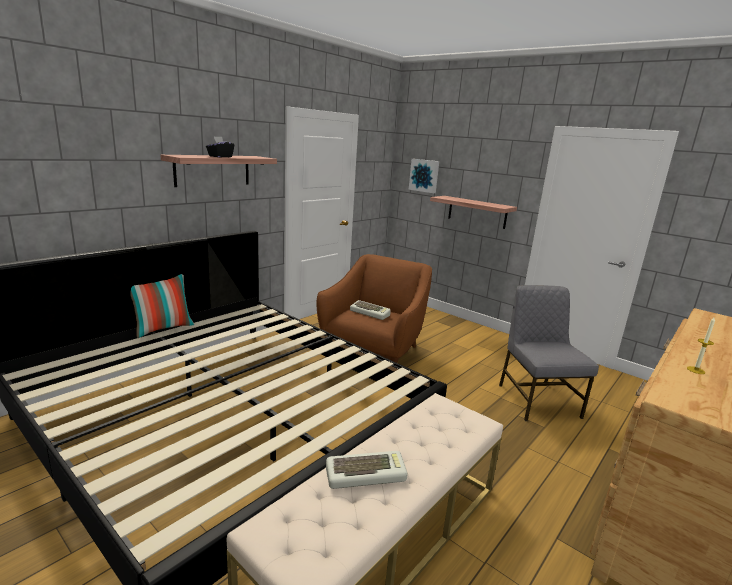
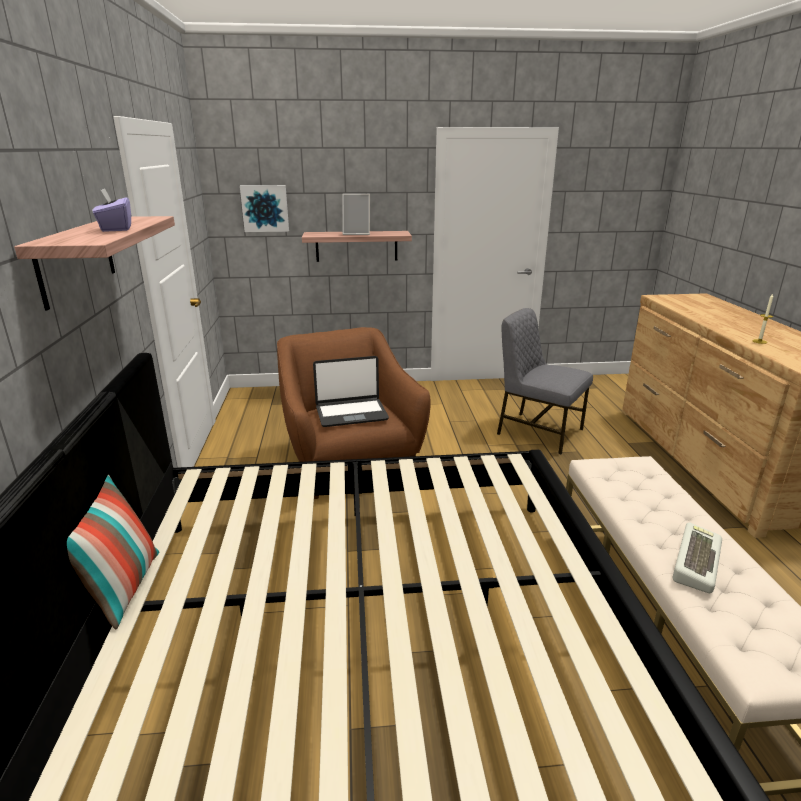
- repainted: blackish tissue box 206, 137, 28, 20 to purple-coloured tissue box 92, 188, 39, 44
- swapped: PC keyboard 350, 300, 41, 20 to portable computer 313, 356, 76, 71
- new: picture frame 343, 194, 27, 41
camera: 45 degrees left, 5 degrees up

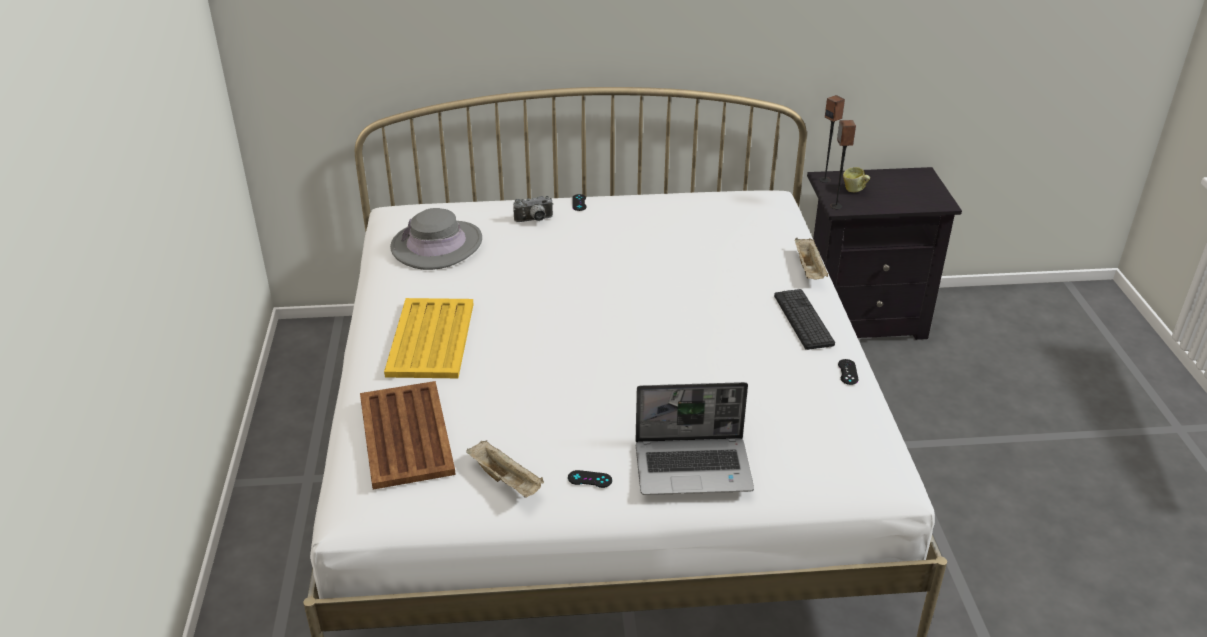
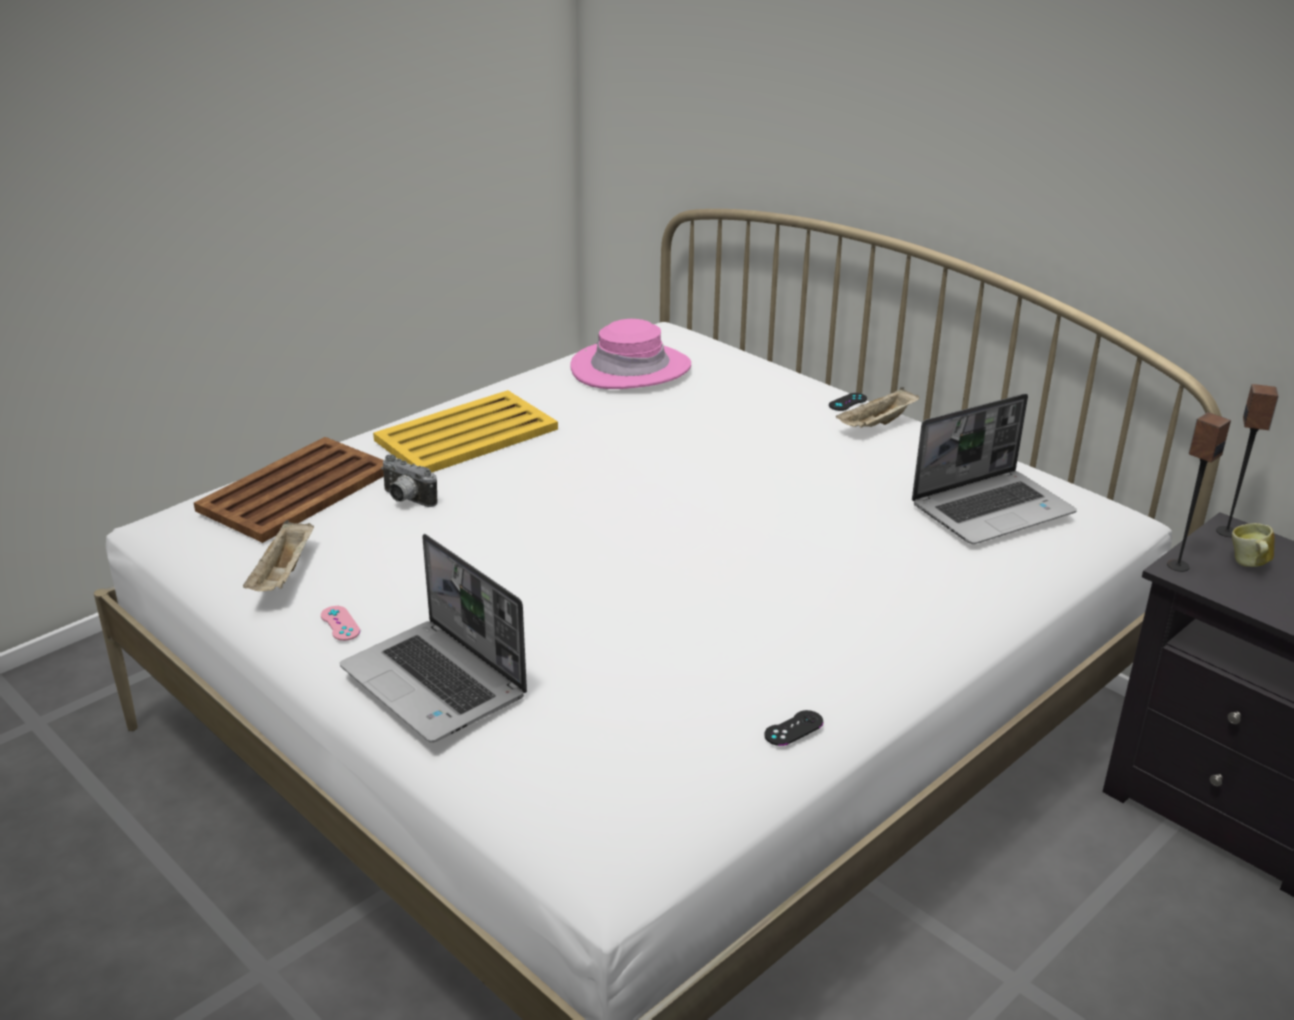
- shifted: still camera 513, 196, 40, 26 to 381, 454, 56, 53
- repainted: gray clothing hat 390, 208, 92, 62 to pinkish clothing hat 570, 319, 121, 70
- shifted: beige tray 795, 237, 34, 42 to 836, 387, 83, 41
- gone: PC keyboard 774, 289, 61, 61
- repainted: blackish game controller 568, 470, 44, 18 to pinkish game controller 321, 606, 39, 35
- new: portable computer 912, 393, 165, 151
camera: 50 degrees right, 5 degrees down

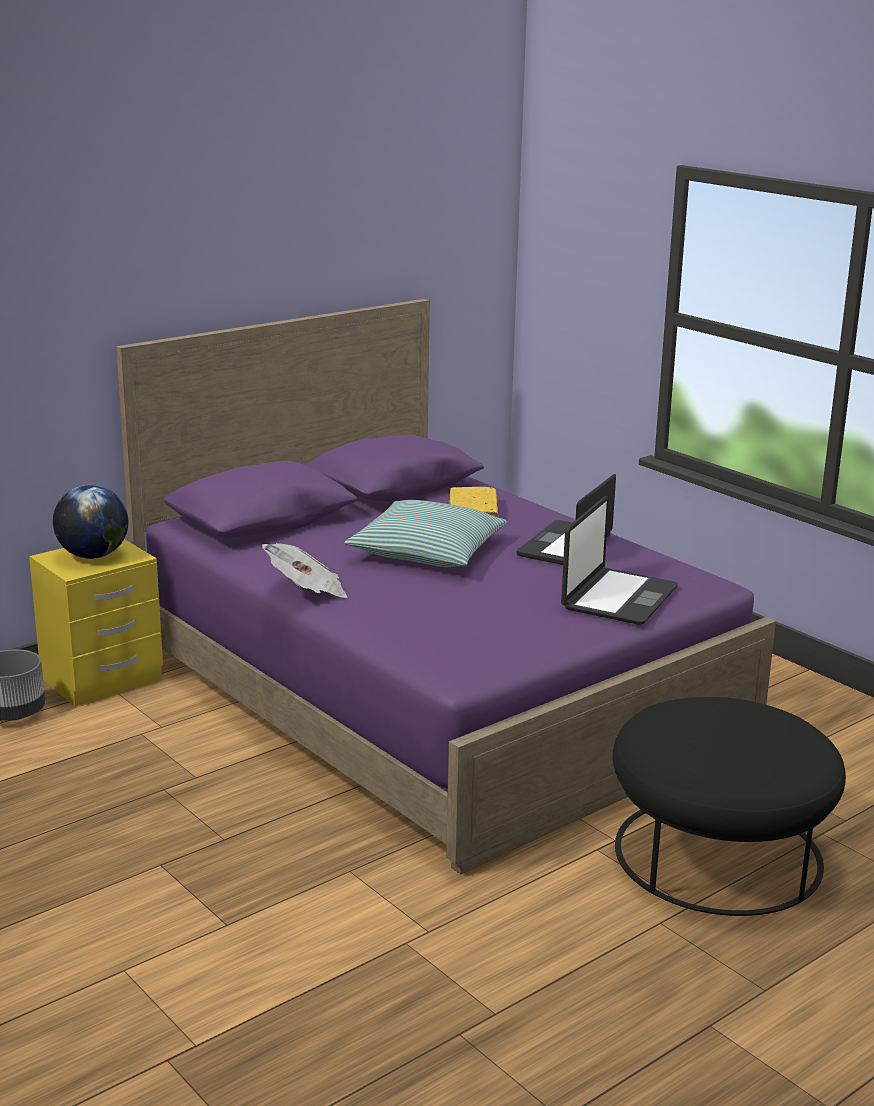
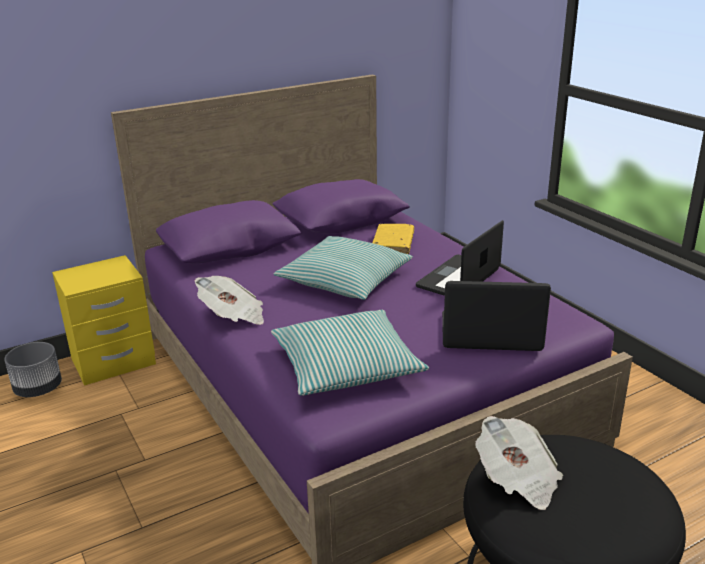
- gone: desk globe 53, 485, 75, 74
- rotated: portable computer 561, 496, 117, 129 = 442, 281, 109, 70 120 degrees counterclockwise
- new: throw pillow 271, 310, 158, 86
- new: daily paper 475, 416, 88, 94
camera: 10 degrees right, 5 degrees up

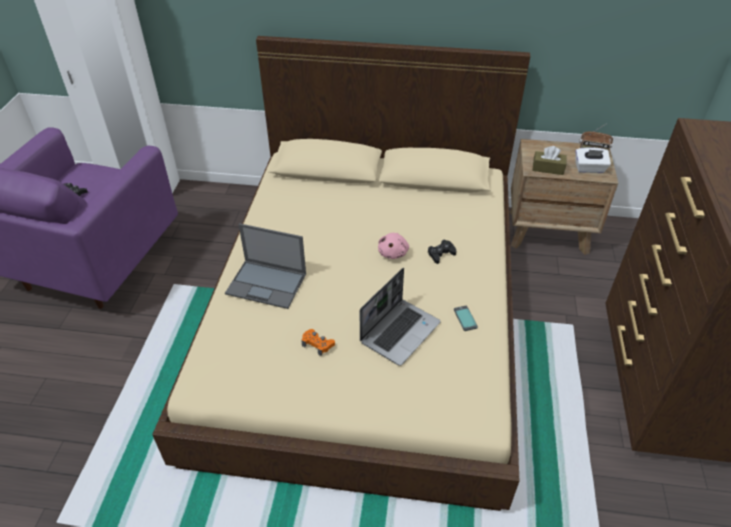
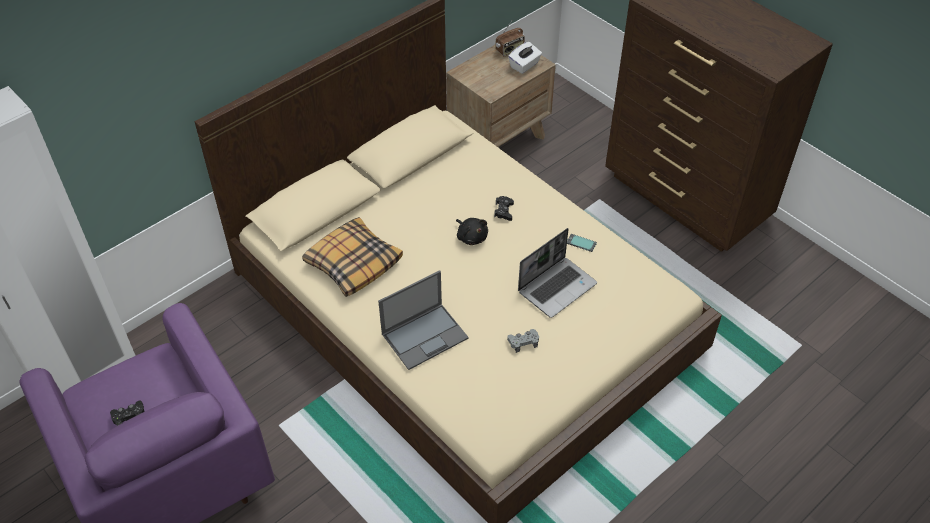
- gone: brown tissue box 532, 146, 35, 29
- repainted: pinkish plush toy 378, 233, 31, 26 to blackish plush toy 456, 218, 32, 27
- rotated: portable computer 360, 268, 81, 98 = 518, 228, 79, 90 60 degrees clockwise
- repainted: orangey game controller 301, 329, 34, 27 to gray game controller 507, 329, 32, 24
- new: throw pillow 302, 217, 101, 80
camera: 50 degrees left, 5 degrees up

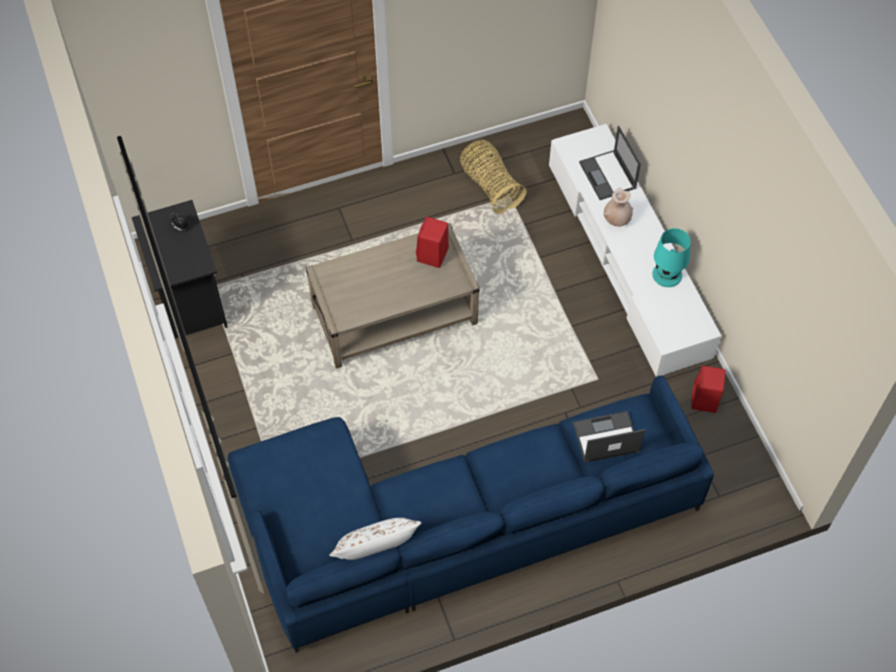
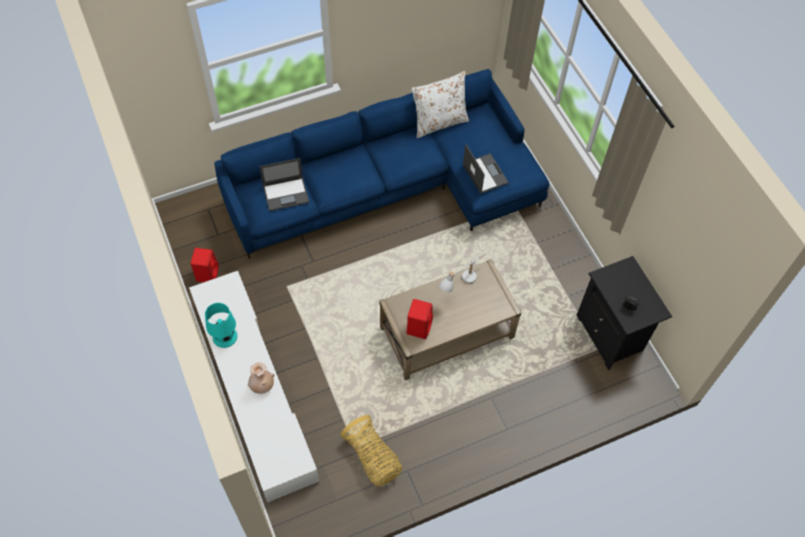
- shifted: portable computer 579, 126, 62, 74 to 463, 144, 46, 50
- new: whitish lamp for a table 439, 254, 47, 38
camera: 175 degrees right, 0 degrees up

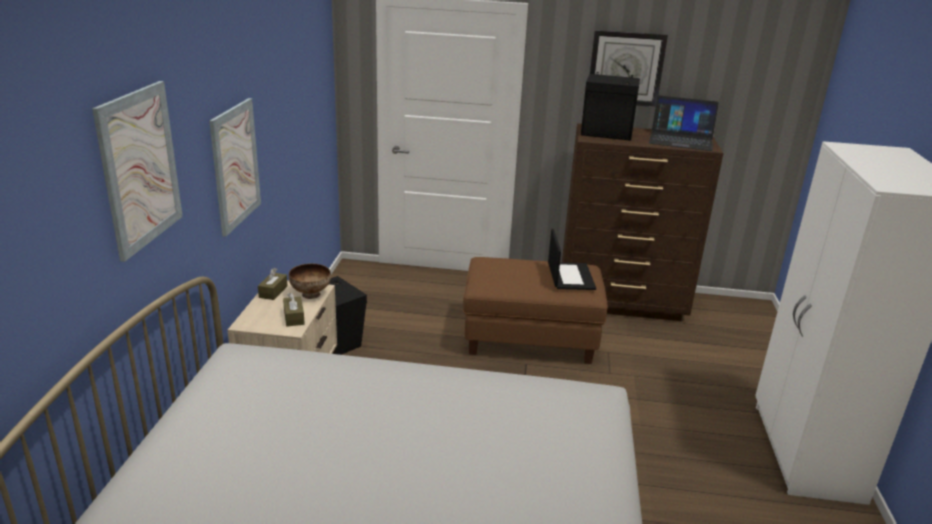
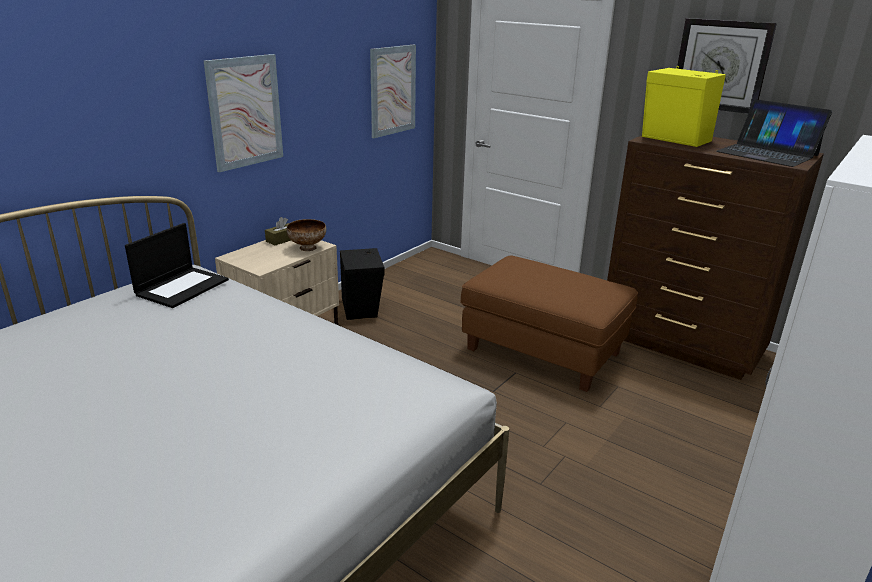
- repainted: blackish loudspeaker 581, 72, 59, 69 to yellowish loudspeaker 642, 66, 84, 81
- shifted: picture 92, 81, 91, 181 to 370, 45, 46, 93
- shifted: portable computer 548, 229, 48, 61 to 125, 223, 104, 85
- gone: brown tissue box 283, 292, 22, 35
camera: 30 degrees right, 0 degrees up

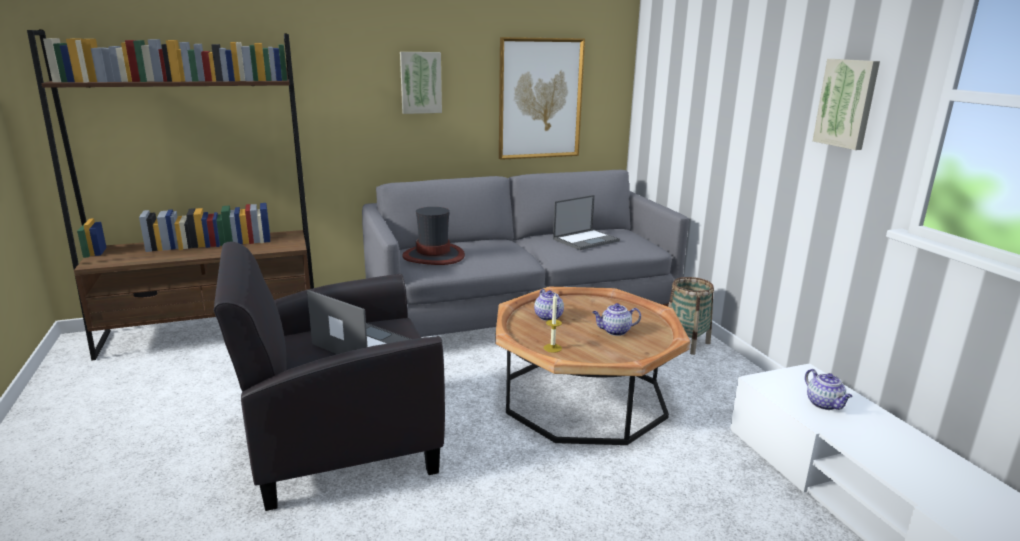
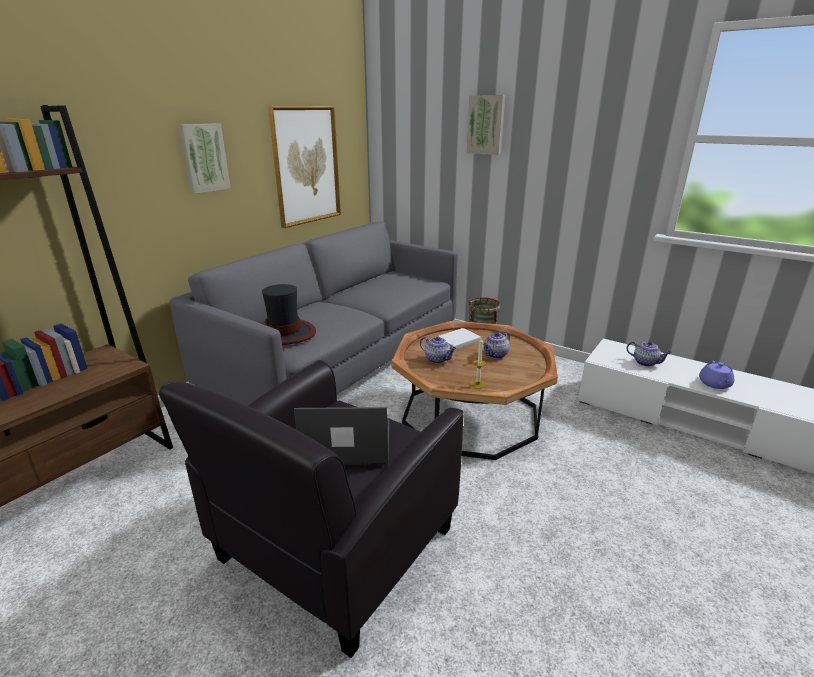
- shifted: picture 813, 59, 67, 91 to 467, 95, 38, 60
- gone: portable computer 553, 195, 67, 55
- new: whitish bound book 437, 328, 44, 22
- new: purple-coloured pot for tea 699, 360, 35, 29
camera: 35 degrees left, 5 degrees up

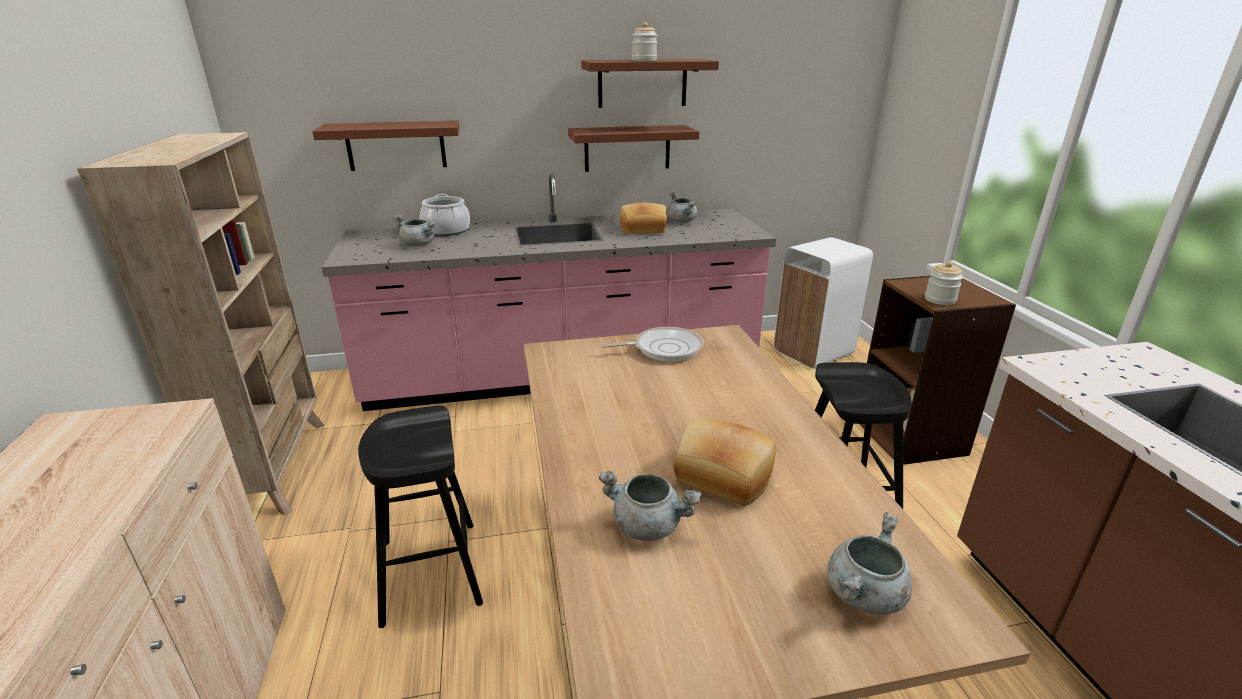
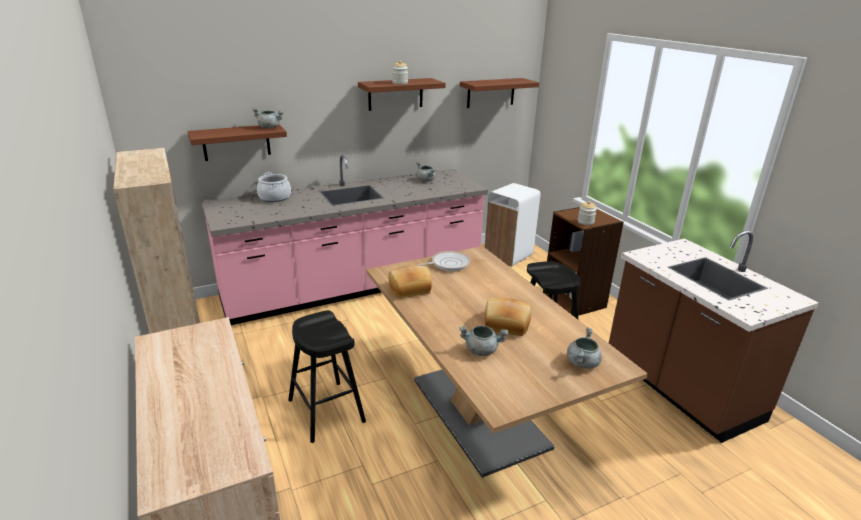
- shifted: brown shelf 568, 125, 131, 47 to 460, 78, 79, 30
- shifted: bread 620, 202, 47, 32 to 388, 266, 44, 32
- shifted: gray saucepot 393, 214, 43, 33 to 252, 107, 32, 21
camera: 15 degrees left, 0 degrees up

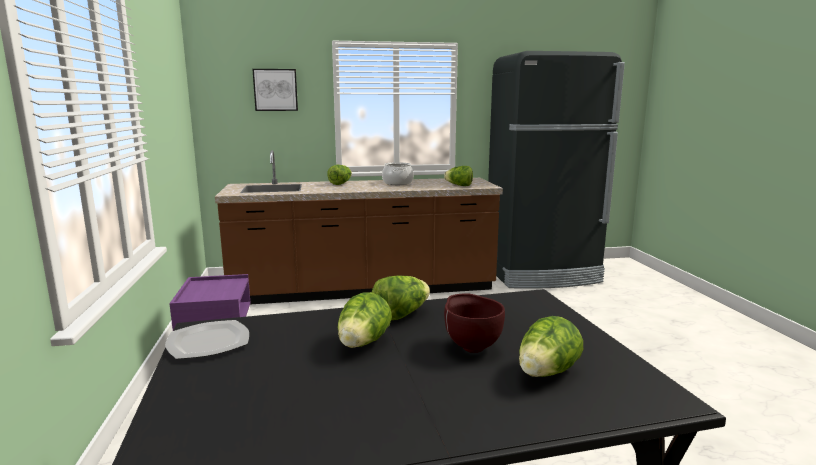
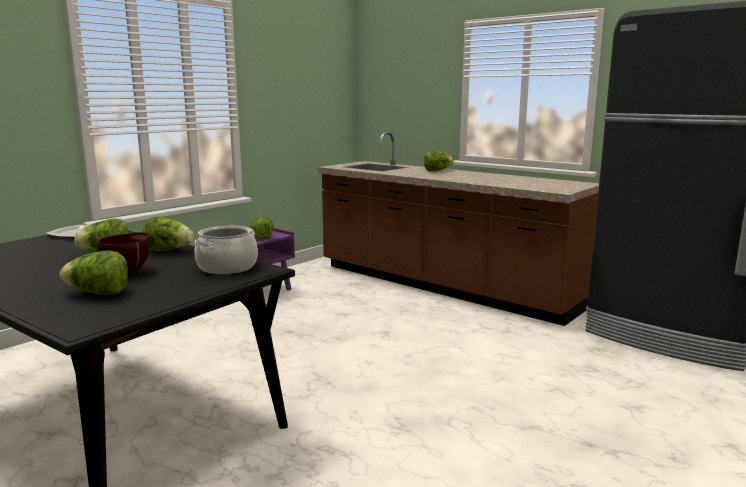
- gone: picture 253, 69, 45, 42
- shifted: saucepot 382, 162, 32, 23 to 194, 226, 64, 48
- shifted: head of lettuce 444, 166, 29, 20 to 250, 217, 23, 22
camera: 50 degrees right, 0 degrees up

